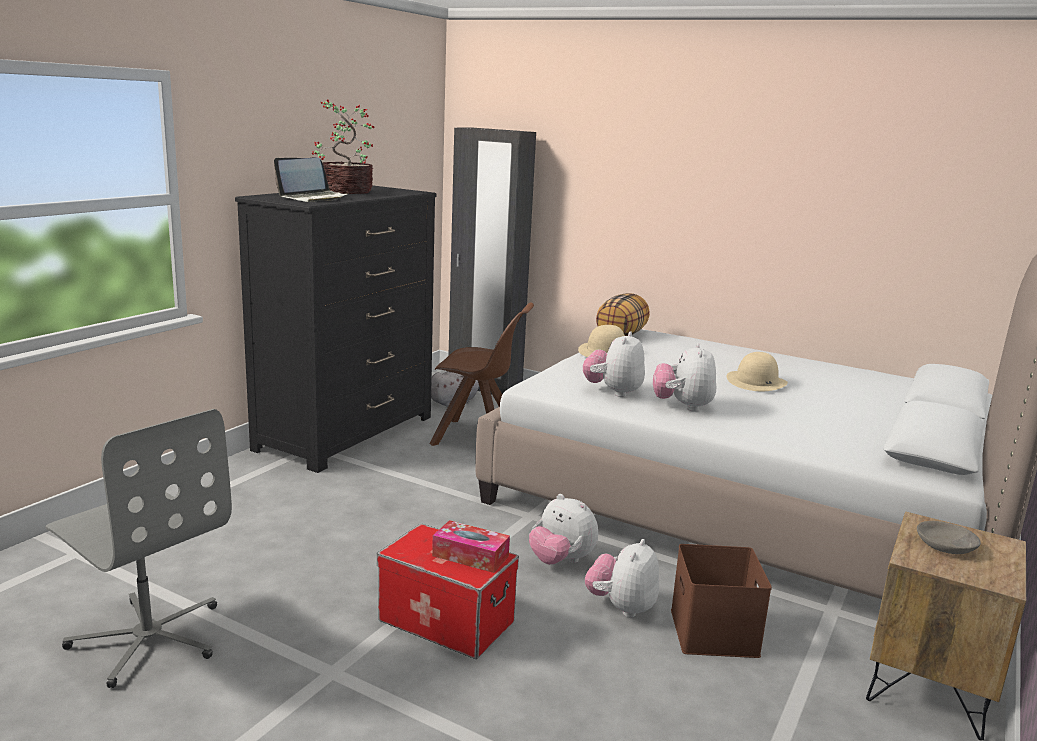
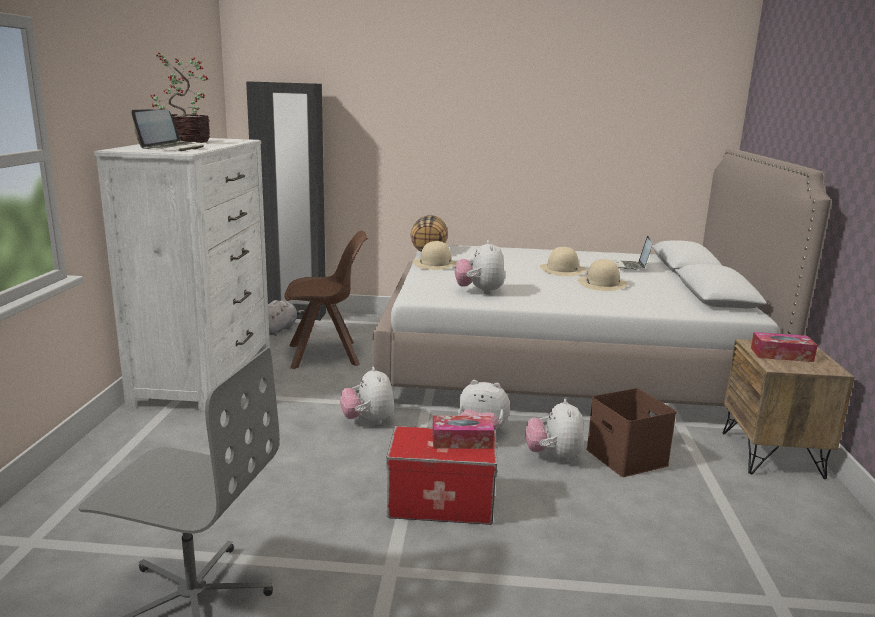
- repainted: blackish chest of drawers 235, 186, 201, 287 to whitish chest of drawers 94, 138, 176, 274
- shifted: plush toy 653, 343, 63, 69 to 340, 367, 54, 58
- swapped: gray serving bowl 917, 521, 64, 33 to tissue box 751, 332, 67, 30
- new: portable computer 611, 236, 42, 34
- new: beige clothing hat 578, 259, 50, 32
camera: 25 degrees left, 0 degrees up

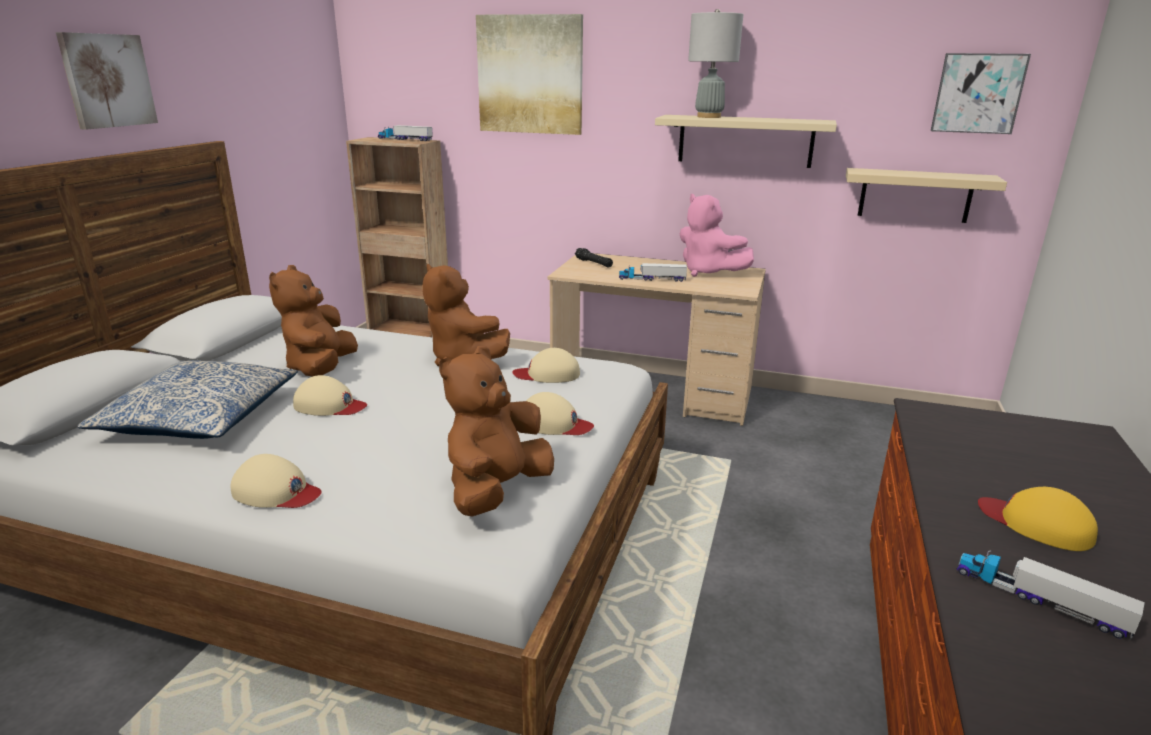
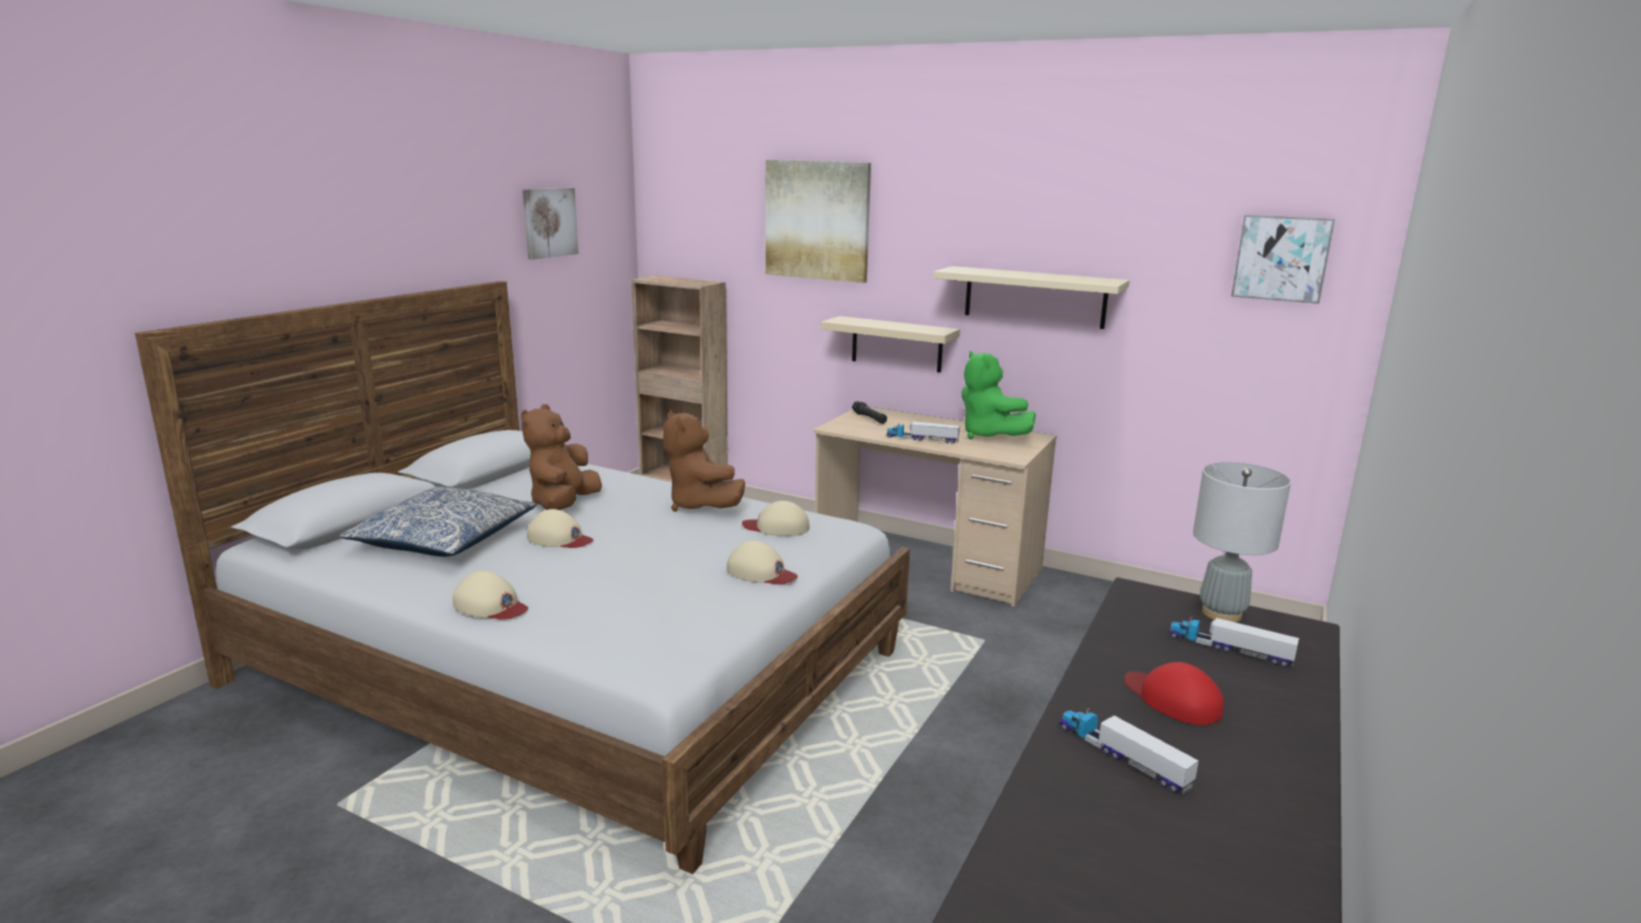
- shifted: gray lamp for a table 688, 9, 55, 109 to 1193, 462, 98, 160
- shifted: picture 56, 32, 102, 98 to 523, 188, 56, 72
- shifted: toy lorry 378, 125, 55, 16 to 1169, 616, 130, 51
- shifted: beige shelf 846, 168, 161, 55 to 821, 316, 139, 57
- repainted: pinkish plush toy 680, 194, 74, 83 to greenish plush toy 962, 351, 74, 88
- gone: brown plush toy 439, 346, 115, 171
- repainted: yellowish cap 978, 487, 120, 64 to red-coloured cap 1124, 662, 100, 63
camera: 10 degrees right, 5 degrees down

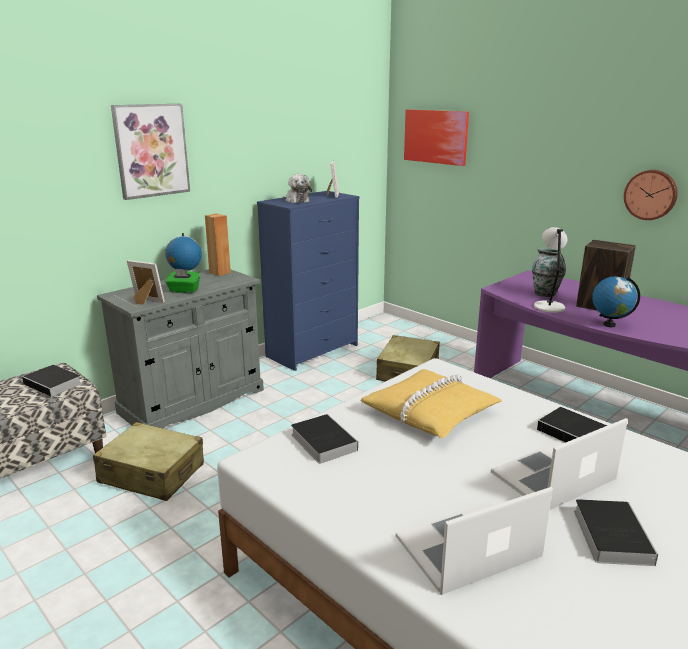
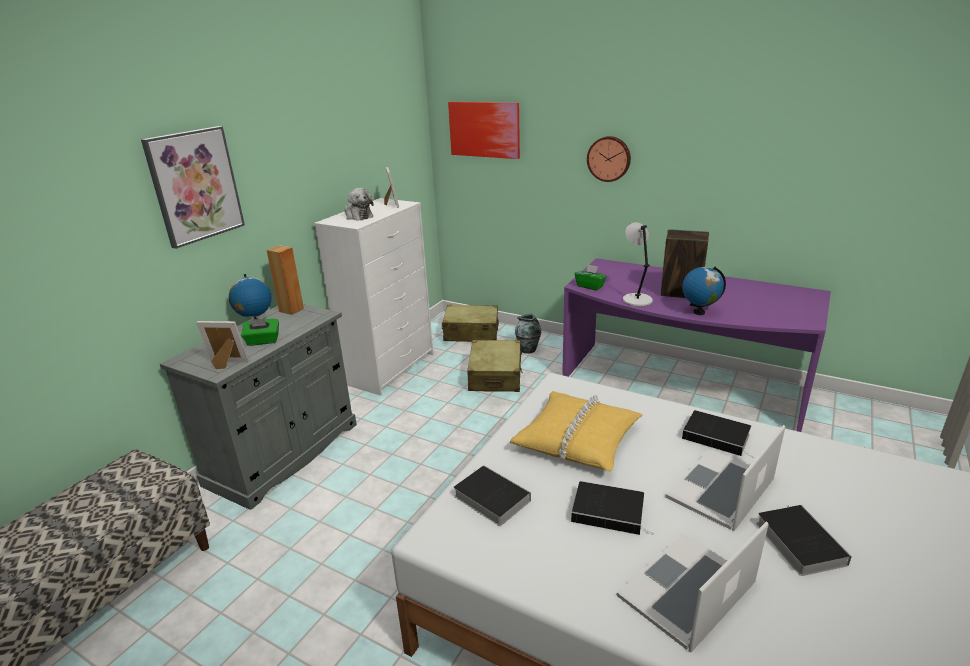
- shifted: clock on the wall 624, 170, 54, 50 to 587, 136, 44, 46
- repainted: blue chest of drawers 257, 191, 103, 180 to whitish chest of drawers 314, 198, 119, 198
- shifted: flower vase 532, 248, 34, 49 to 515, 313, 26, 41
- shifted: bound book 22, 365, 60, 32 to 571, 481, 83, 54
- shifted: beige suitcase 93, 422, 111, 79 to 442, 305, 57, 37
- new: greenish tissue box 575, 264, 32, 26
camera: 15 degrees left, 5 degrees up

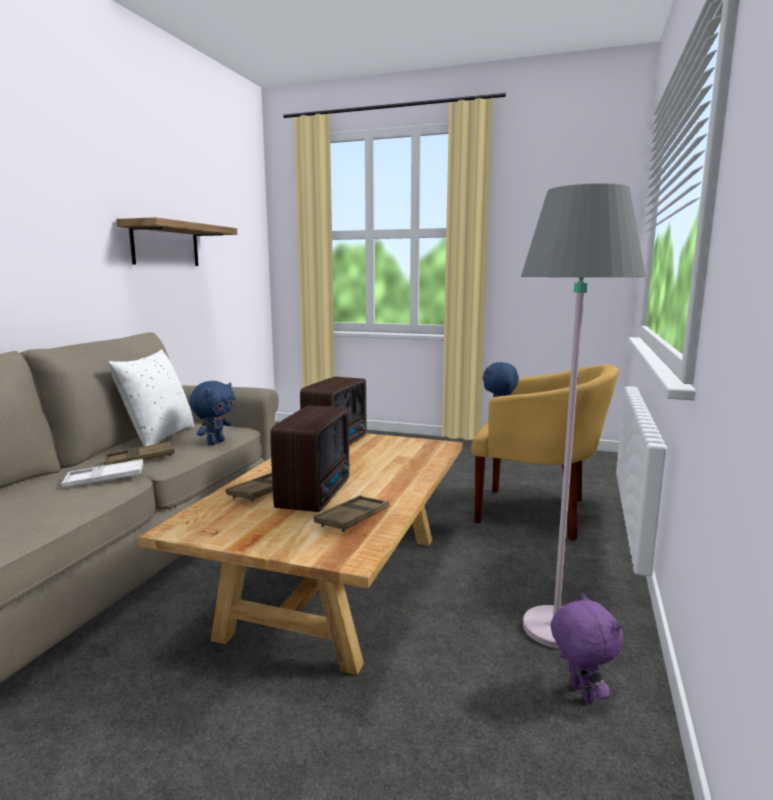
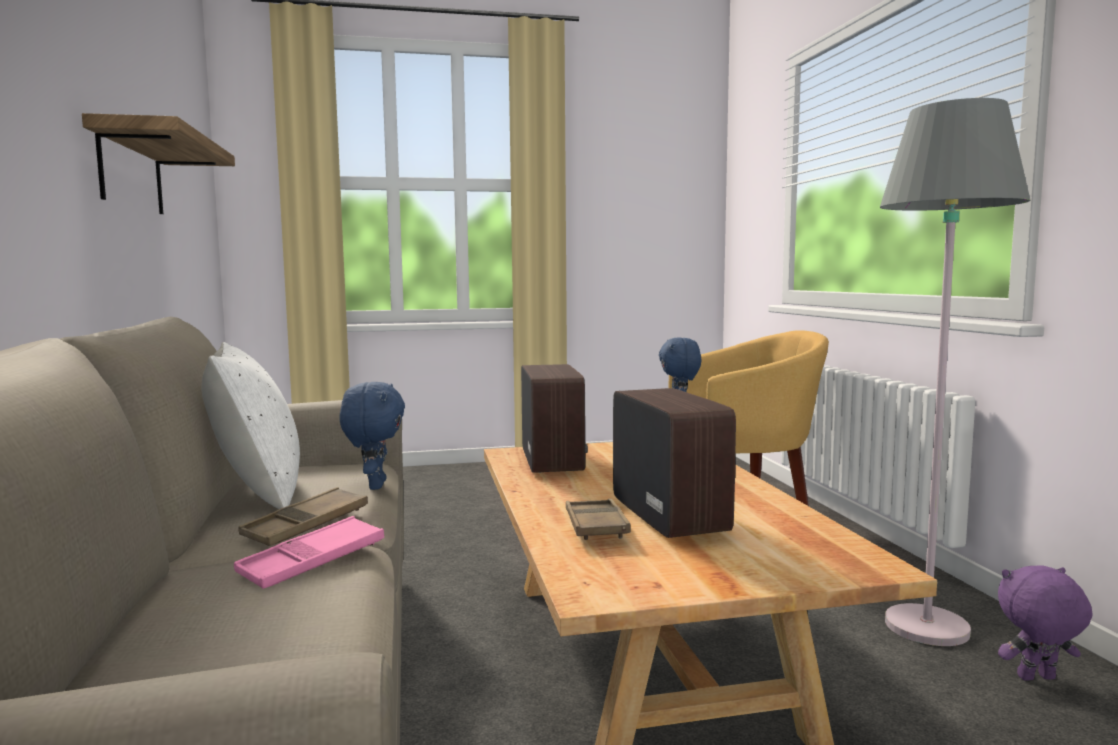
- repainted: whitish tray 61, 459, 82, 29 to pinkish tray 234, 516, 150, 73
- gone: brown tray 314, 495, 76, 37
- rotated: purple-coloured plush toy 551, 593, 72, 110 = 998, 566, 94, 115 45 degrees counterclockwise
camera: 30 degrees left, 5 degrees down

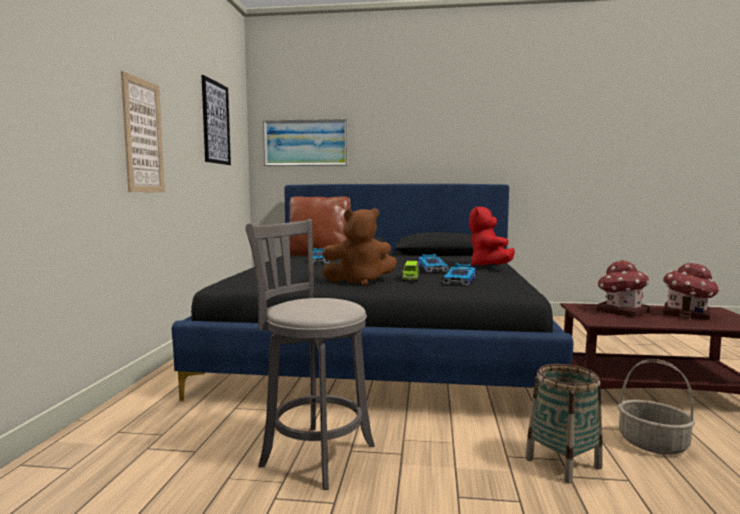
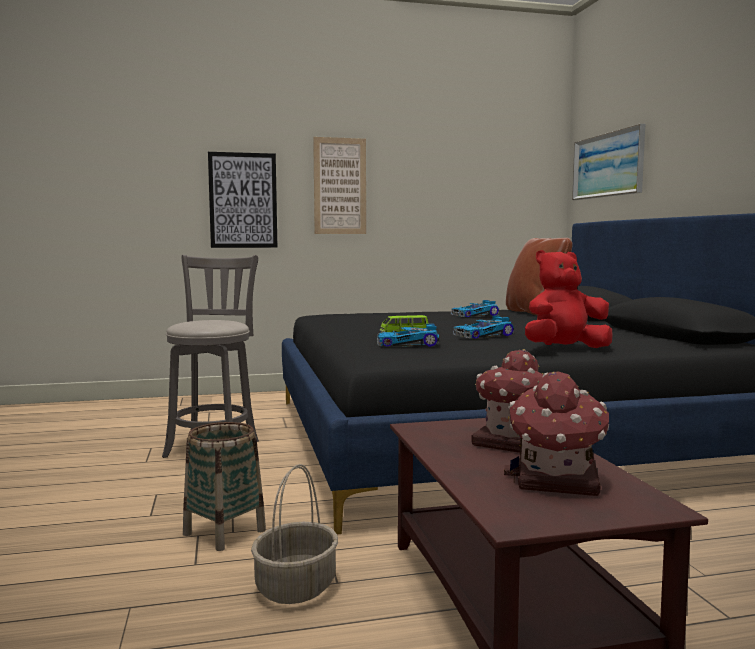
- shifted: picture 202, 75, 29, 90 to 208, 152, 69, 96
- gone: brown plush toy 322, 208, 75, 78
camera: 70 degrees right, 0 degrees up

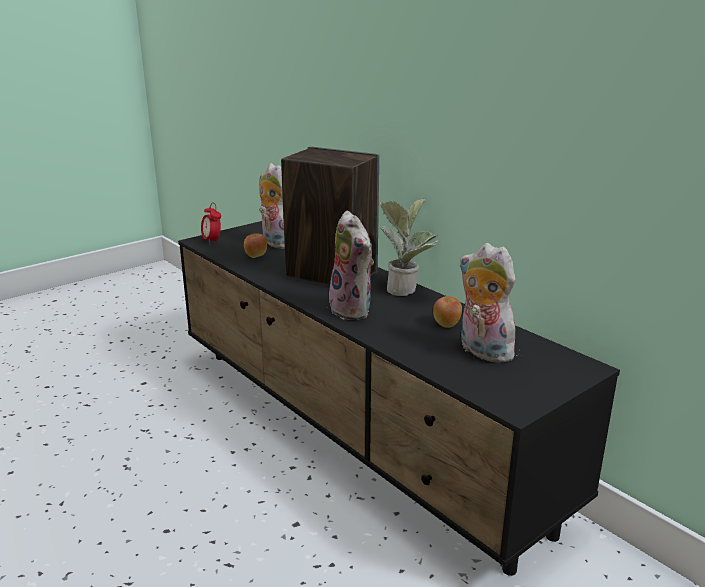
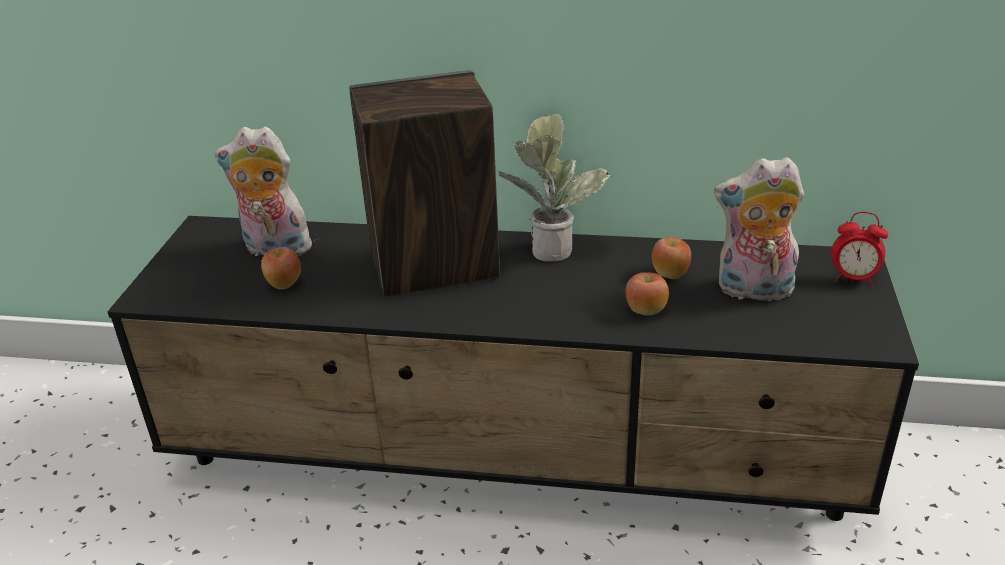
- shifted: bedside clock 201, 202, 20, 41 to 831, 212, 57, 75
- gone: plush toy 326, 211, 48, 109
- new: apple 625, 272, 44, 44
camera: 40 degrees left, 10 degrees up

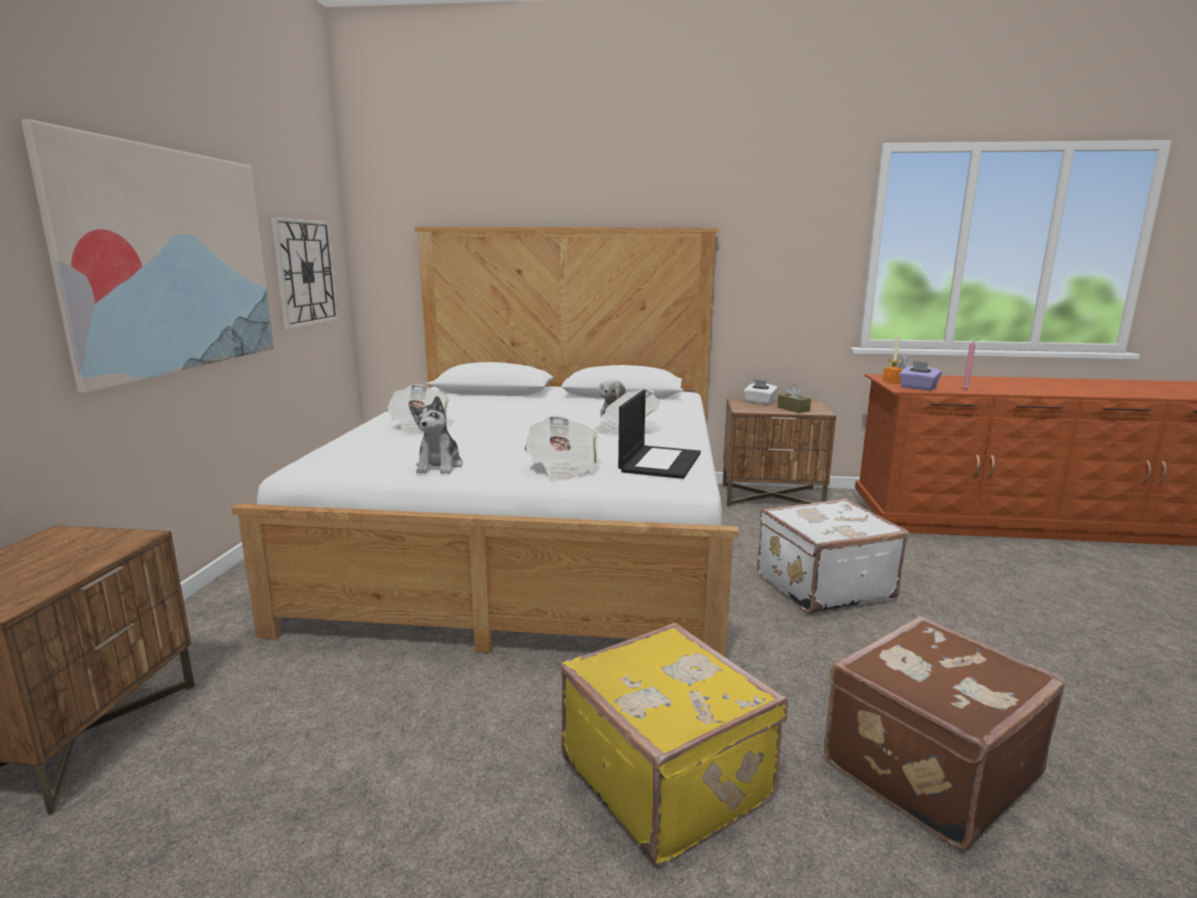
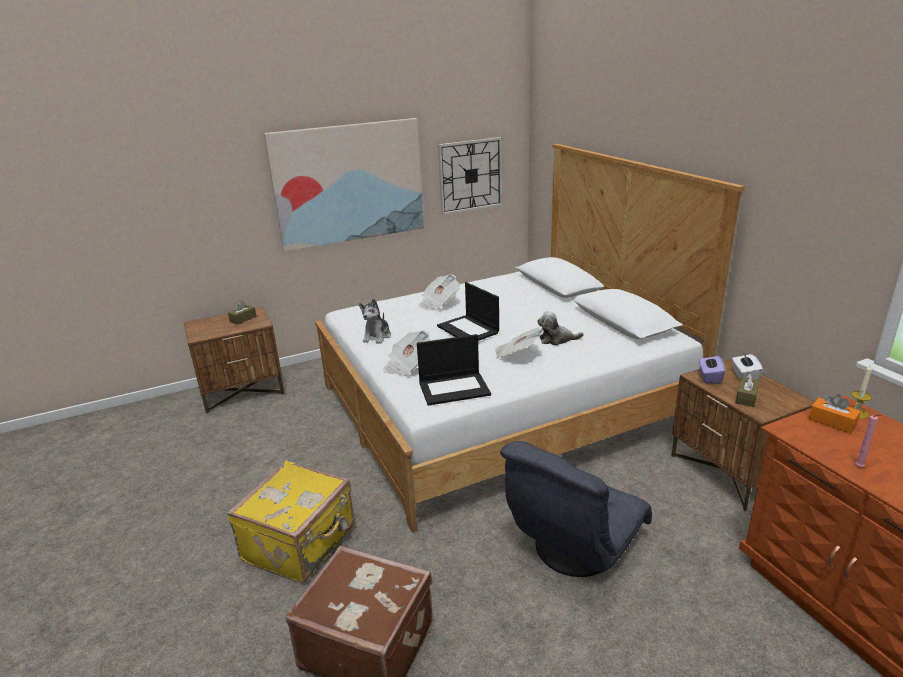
- shifted: purple-coloured tissue box 899, 361, 43, 29 to 699, 356, 26, 28
- rotated: plush toy 410, 396, 53, 78 = 359, 299, 32, 45 45 degrees counterclockwise
- swapped: whitish suitcase 757, 498, 152, 116 to gray armchair 500, 441, 152, 136
- new: portable computer 437, 282, 62, 59
- new: brown tissue box 228, 301, 28, 24
camera: 60 degrees right, 10 degrees up

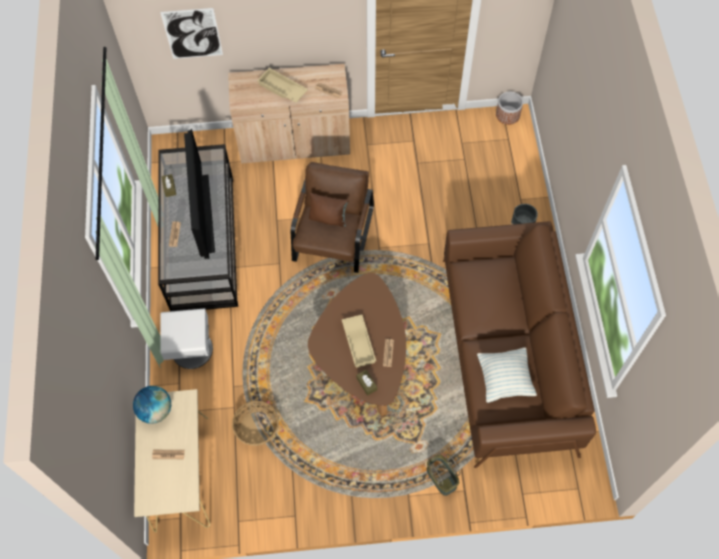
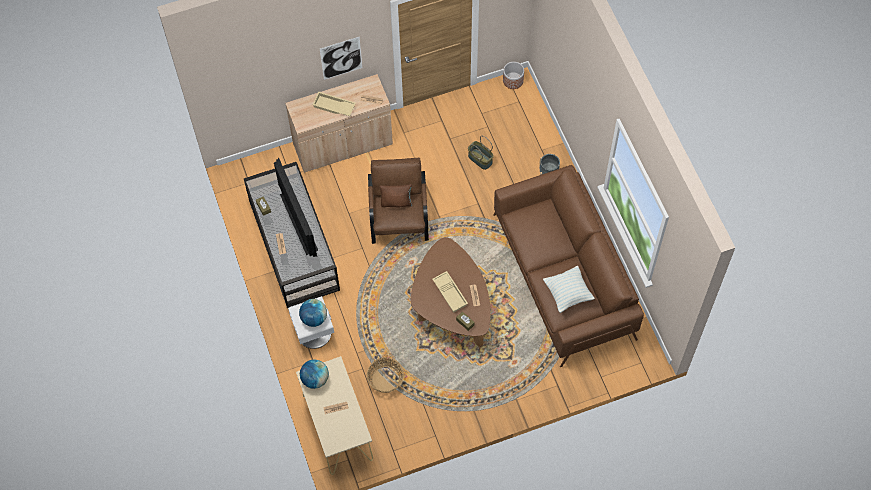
- shifted: picture 160, 8, 63, 51 to 320, 37, 42, 43
- shifted: storage basket 427, 454, 33, 42 to 468, 136, 26, 34
- new: desk globe 299, 299, 28, 28
camera: 15 degrees left, 0 degrees up

